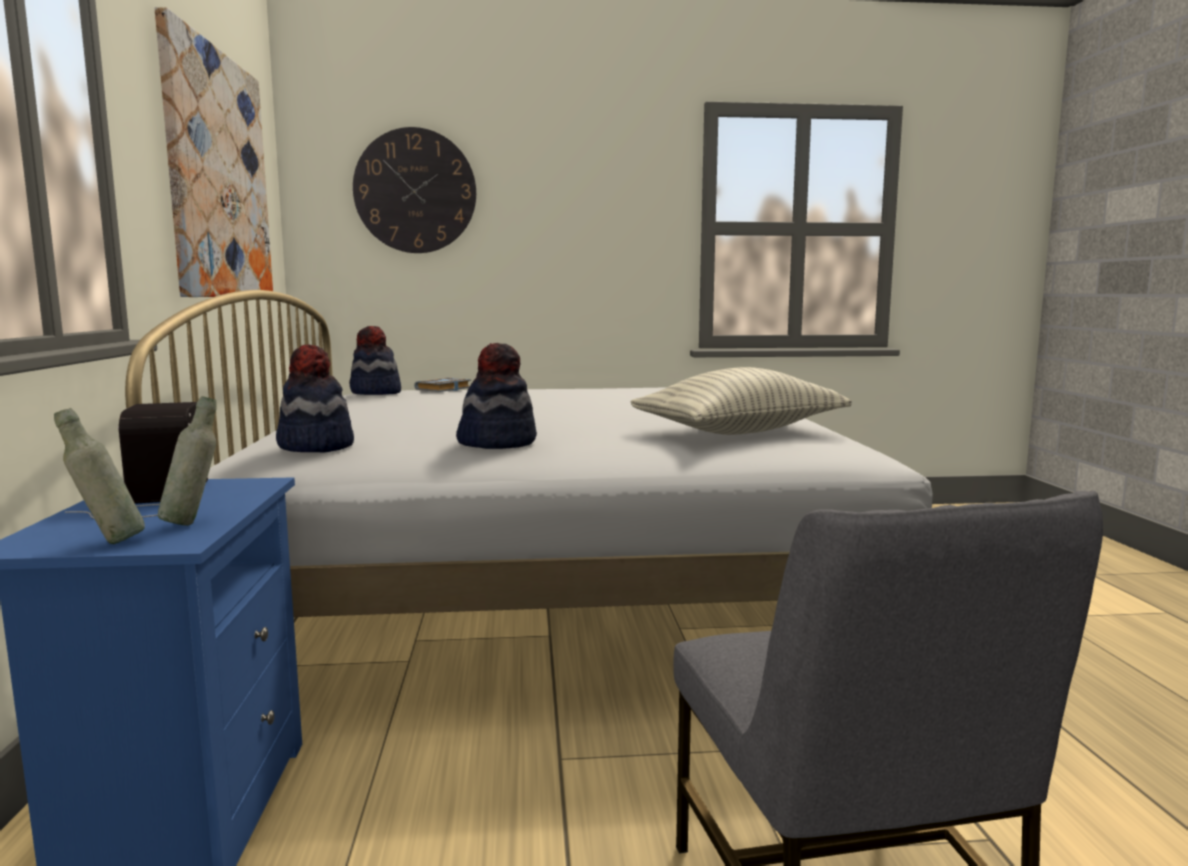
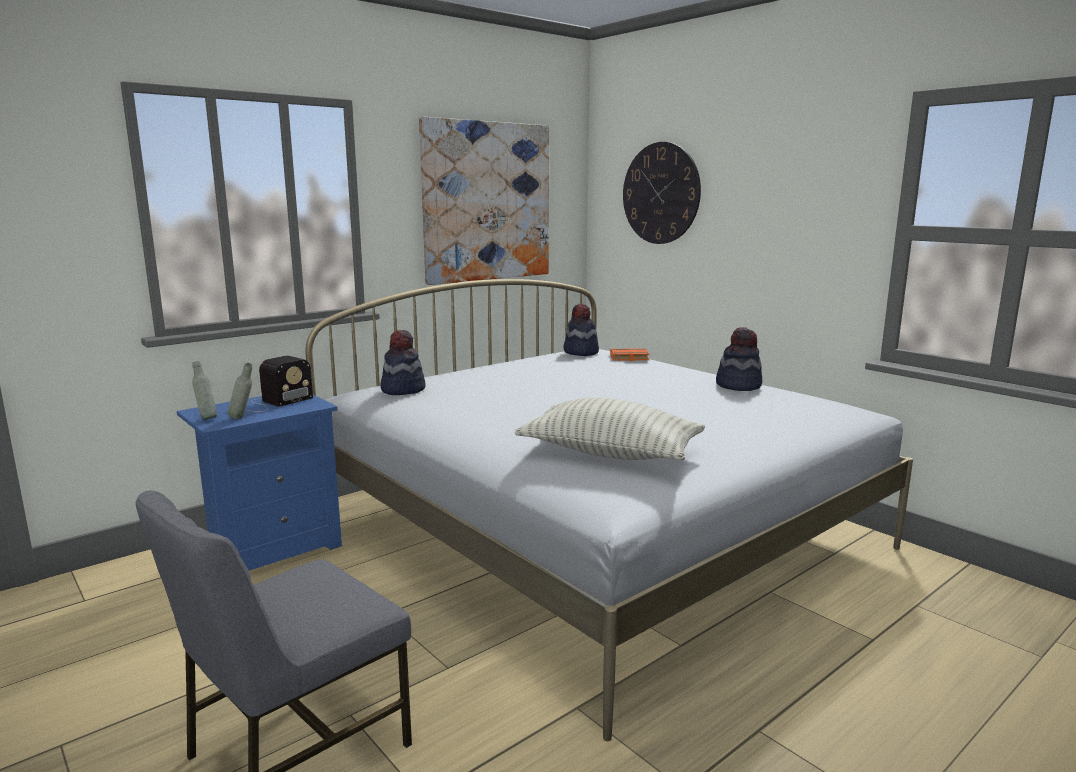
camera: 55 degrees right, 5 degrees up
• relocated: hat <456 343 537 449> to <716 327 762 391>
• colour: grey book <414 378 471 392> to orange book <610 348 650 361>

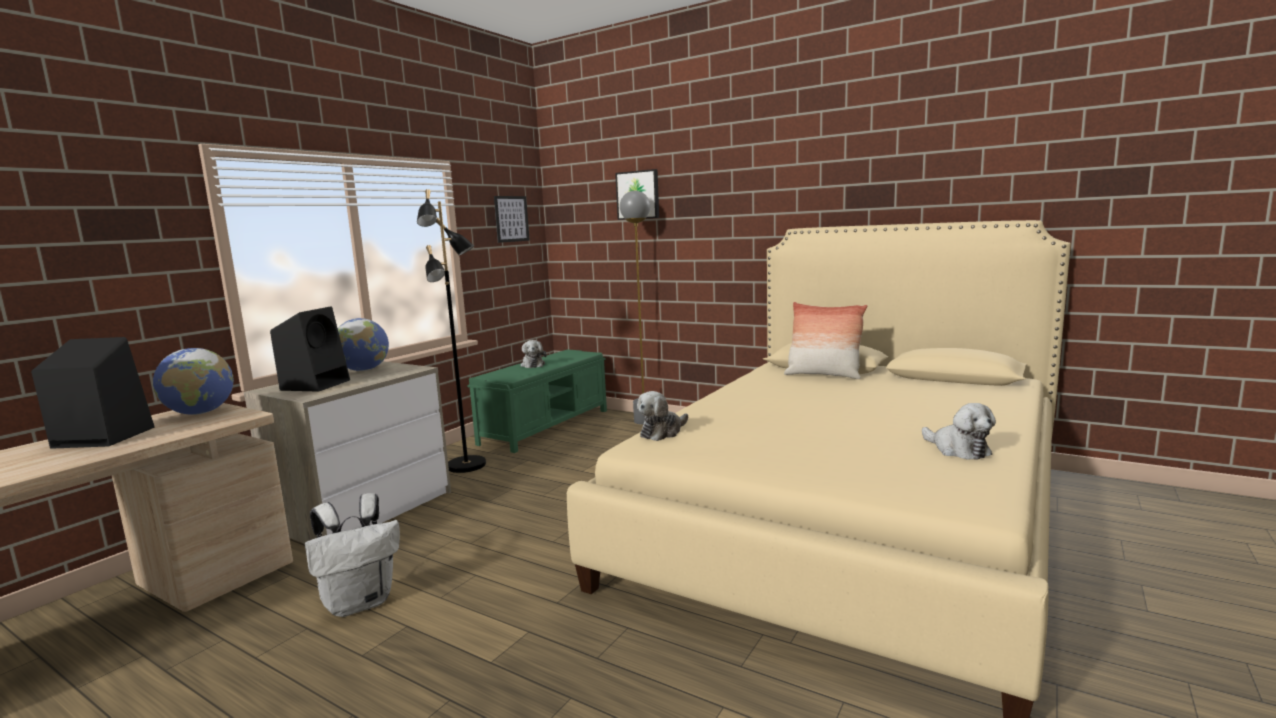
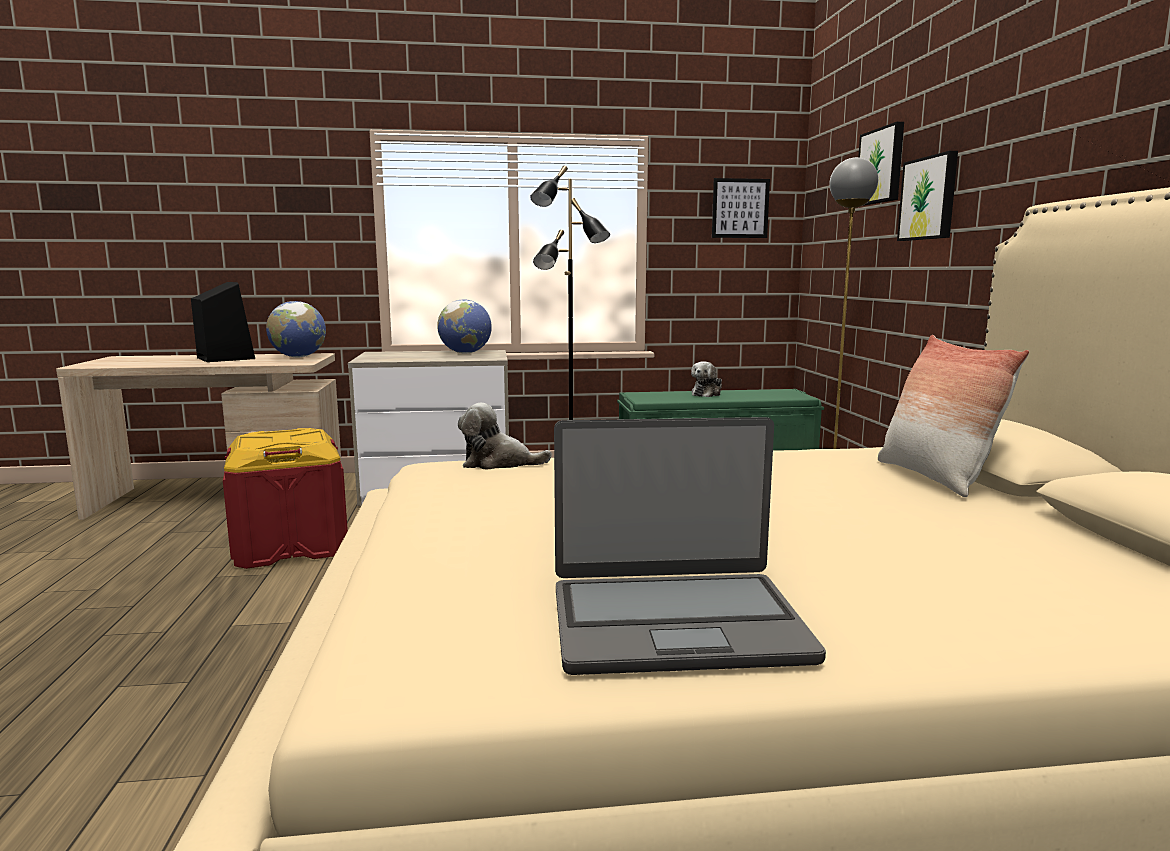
camera: 50 degrees right, 0 degrees up
• missing: black speaker <270 306 350 392>
• exchanged: plush toy <922 403 996 460> to laptop <554 417 826 675>
• exchanged: white backpack <305 493 400 617> to red storage box <223 428 348 569>
• appeared: picture <897 151 958 241>

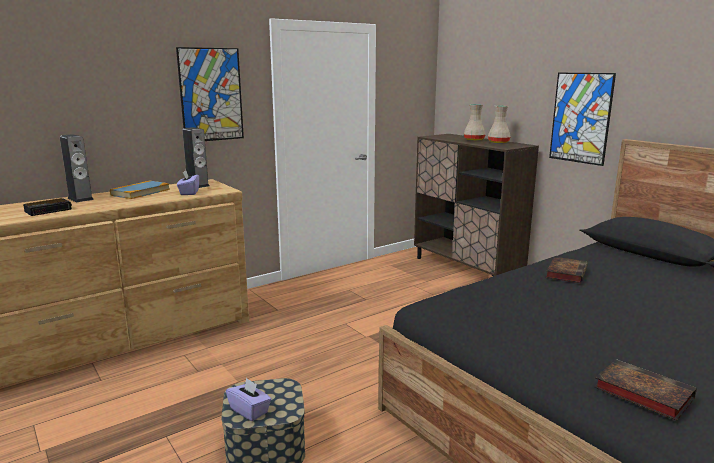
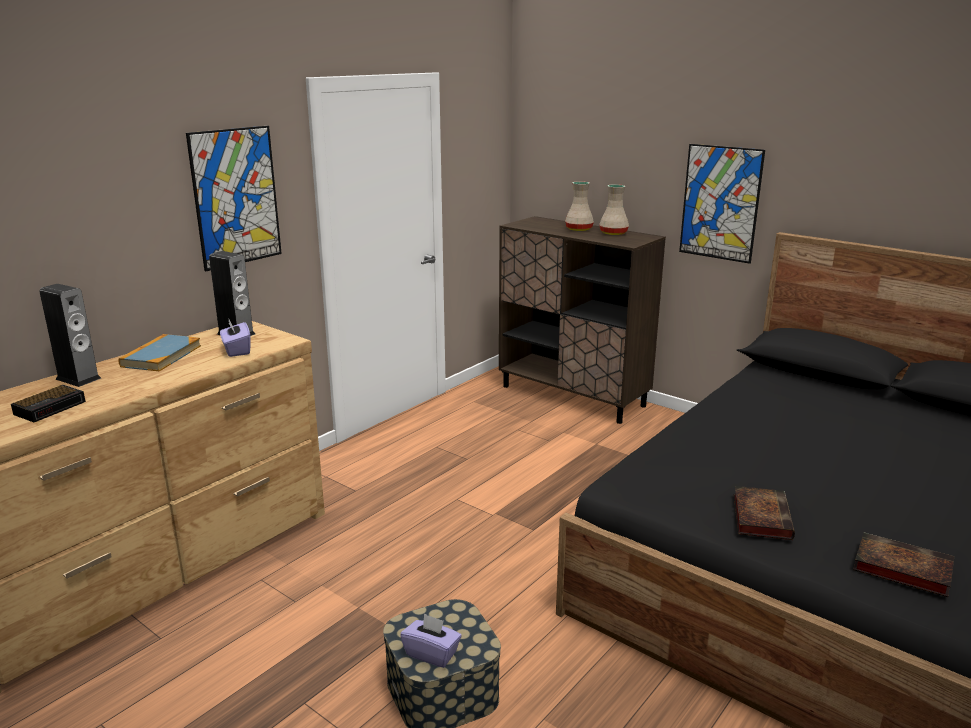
camera: 15 degrees left, 5 degrees up
• relocated: book <546 257 588 283> to <734 486 795 540>

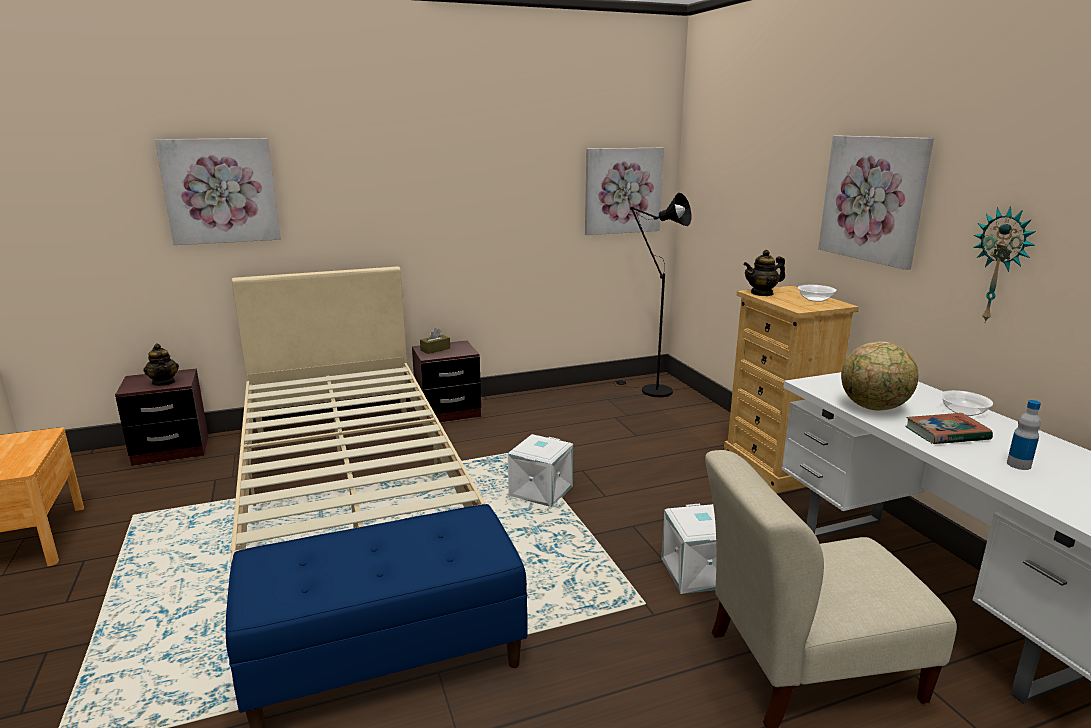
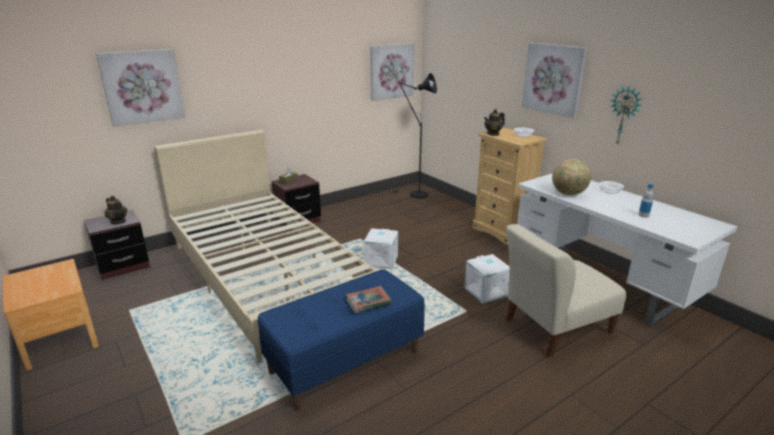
camera: 15 degrees left, 5 degrees up
• relocated: book <905 413 993 444> to <346 286 392 314>

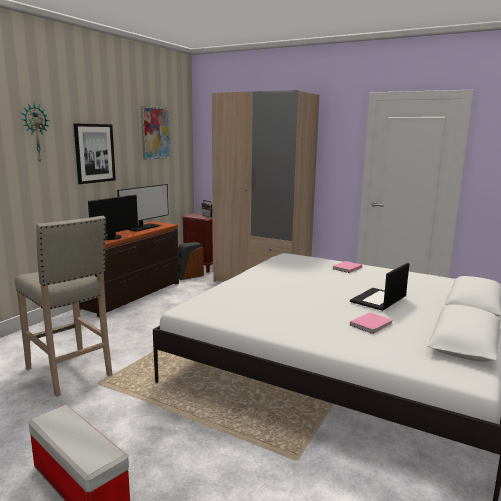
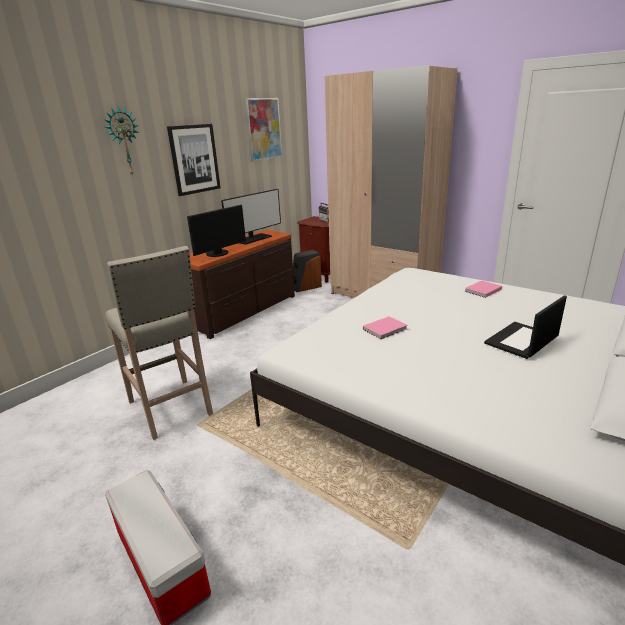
camera: 10 degrees right, 10 degrees up
• relocated: pink book <350 312 393 334> to <363 316 408 339>

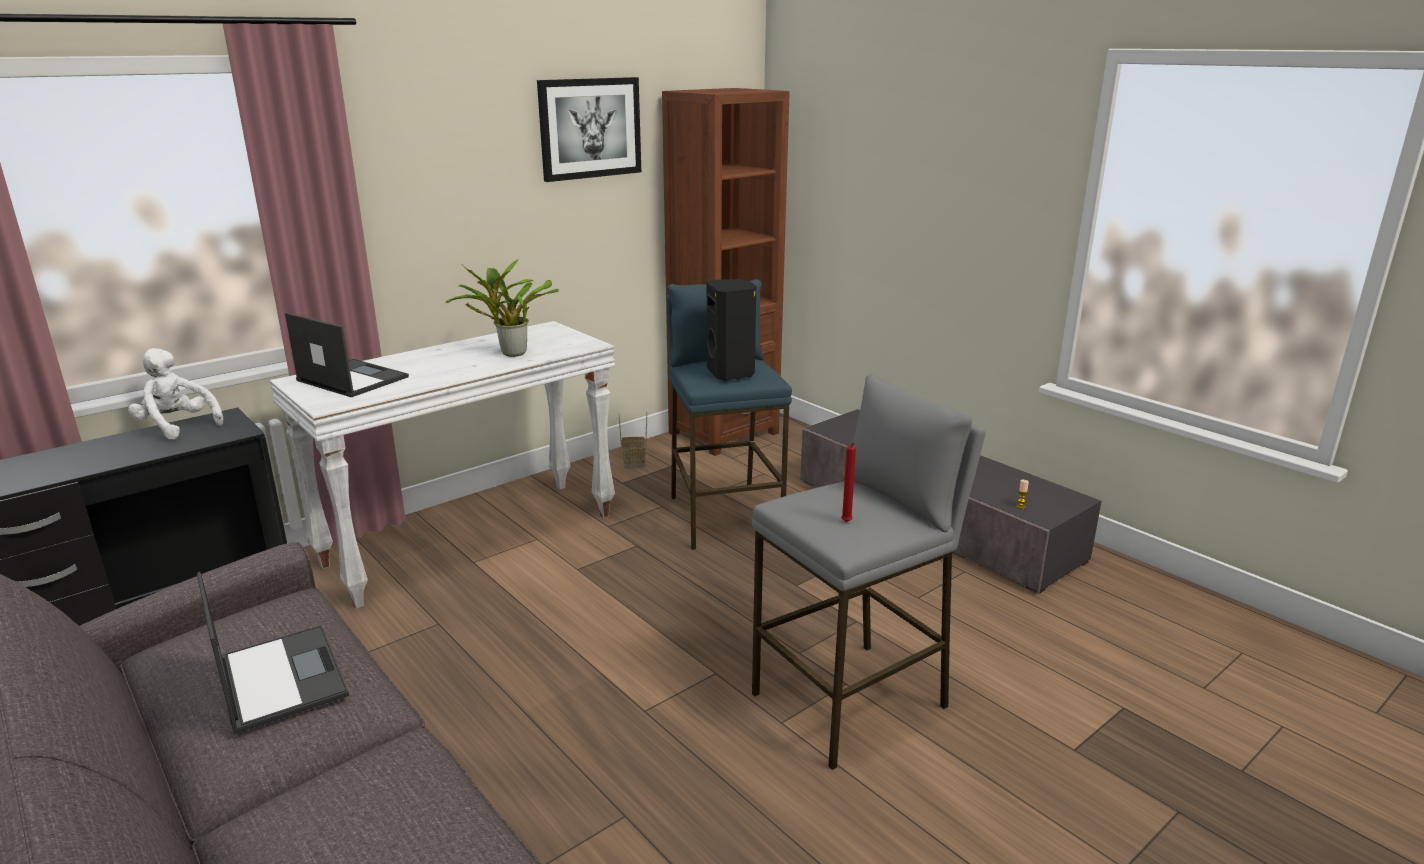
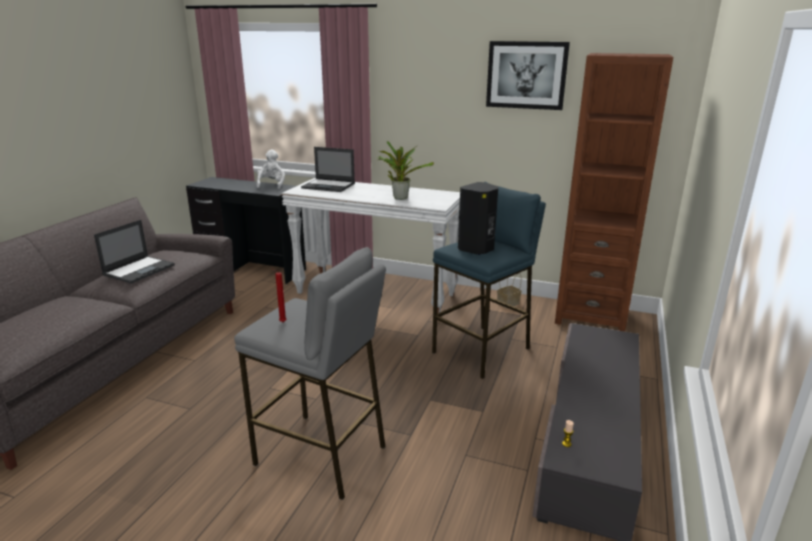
camera: 60 degrees right, 0 degrees up
• spun: laptop <285 312 409 397> = <301 147 355 192> 105 degrees clockwise

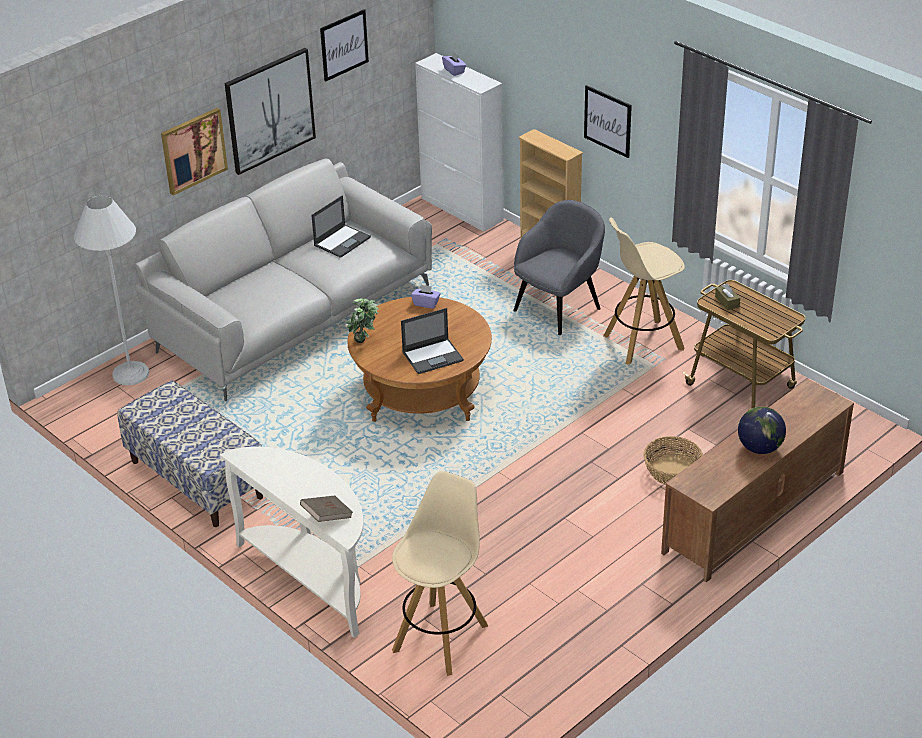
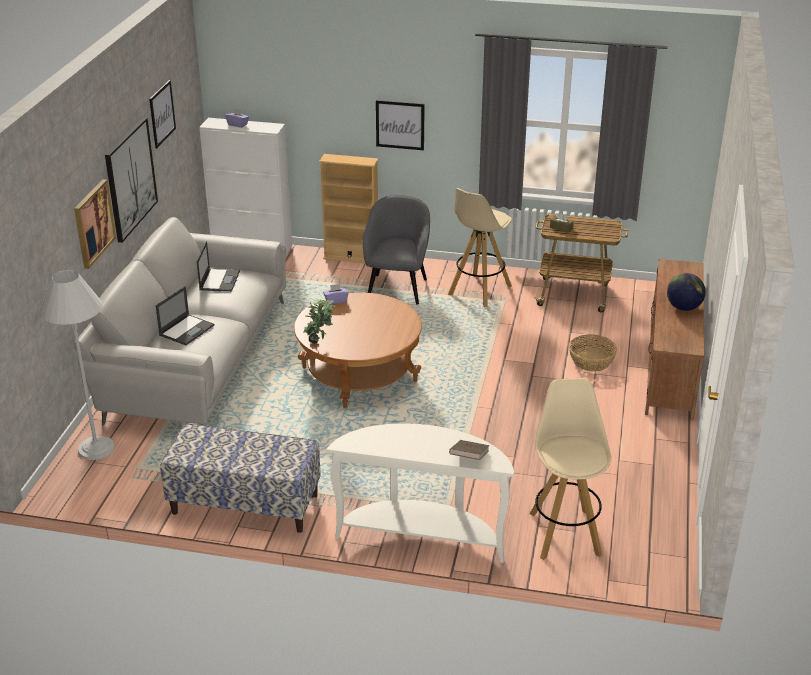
camera: 35 degrees left, 5 degrees down
• relocated: laptop <401 308 464 374> to <155 286 214 345>

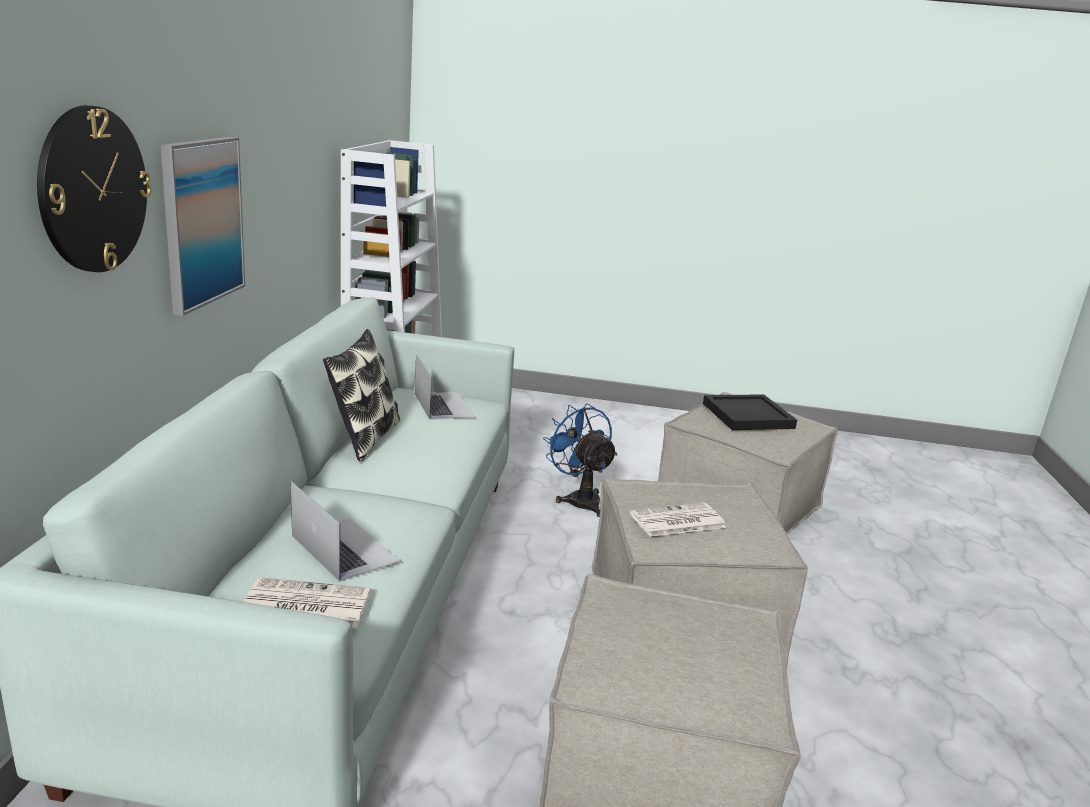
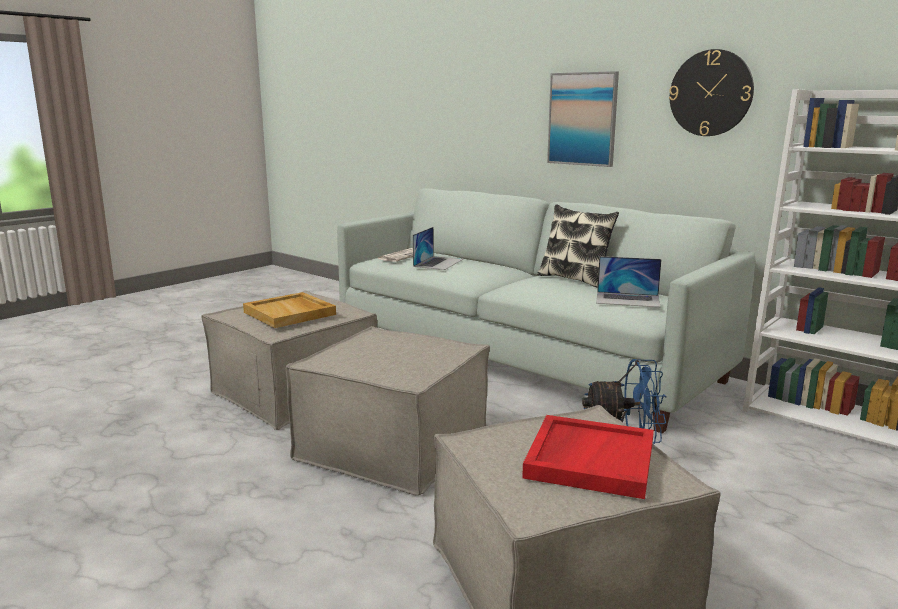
camera: 125 degrees right, 5 degrees down
• relocated: wall clock <37 105 151 272> to <669 49 754 136>
• colour: black tray <703 395 797 430> to red tray <522 415 654 499>
• spun: laptop <291 481 400 582> = <413 227 463 270> 60 degrees counterclockwise
• missing: newspaper <630 503 726 537>
• appeared: beige tray <243 292 336 328>

